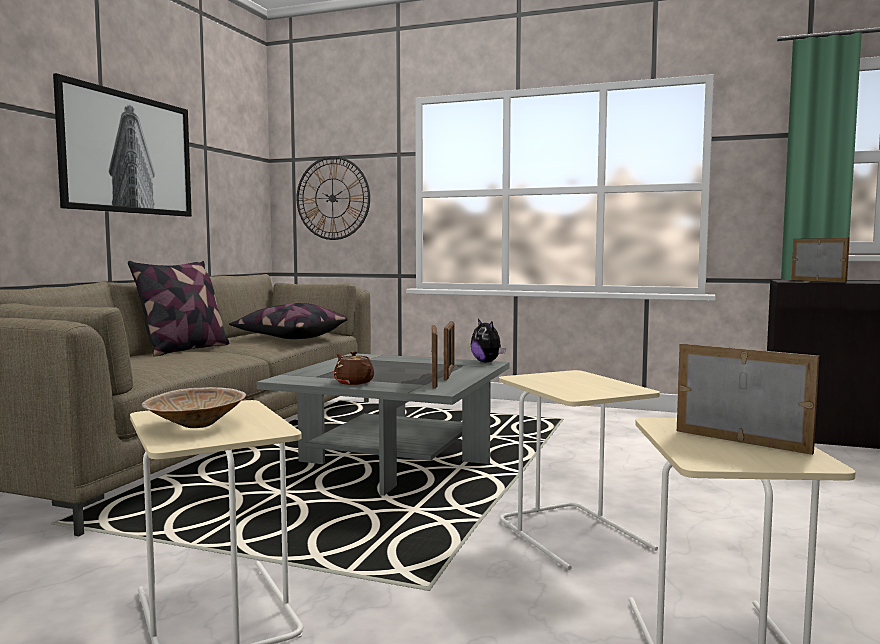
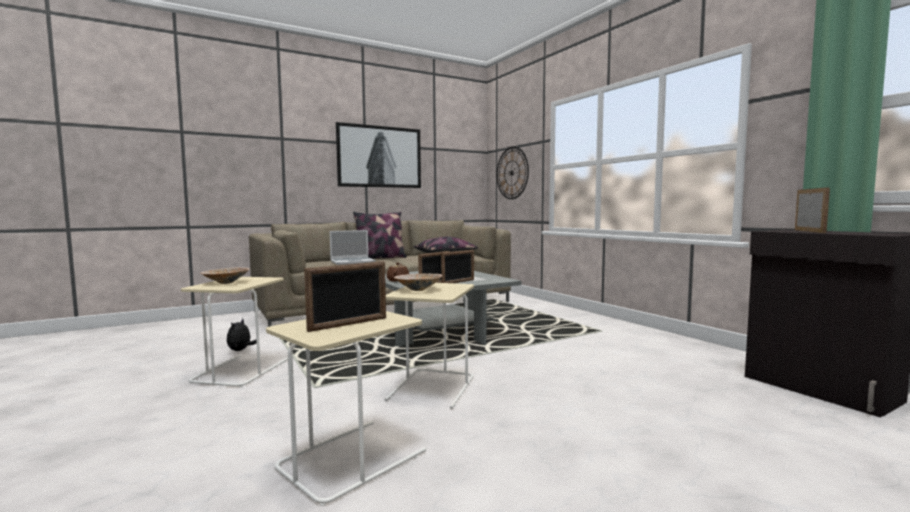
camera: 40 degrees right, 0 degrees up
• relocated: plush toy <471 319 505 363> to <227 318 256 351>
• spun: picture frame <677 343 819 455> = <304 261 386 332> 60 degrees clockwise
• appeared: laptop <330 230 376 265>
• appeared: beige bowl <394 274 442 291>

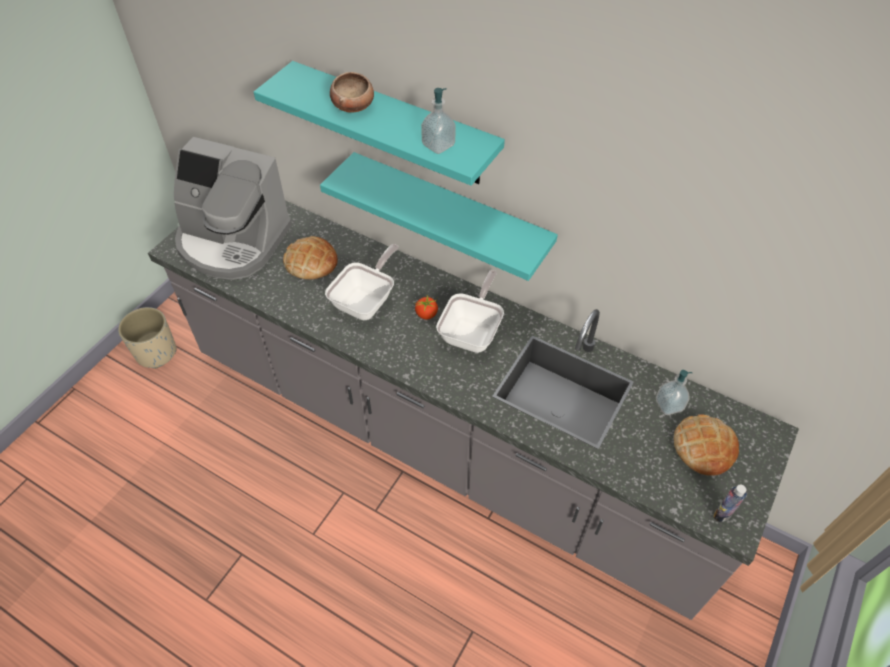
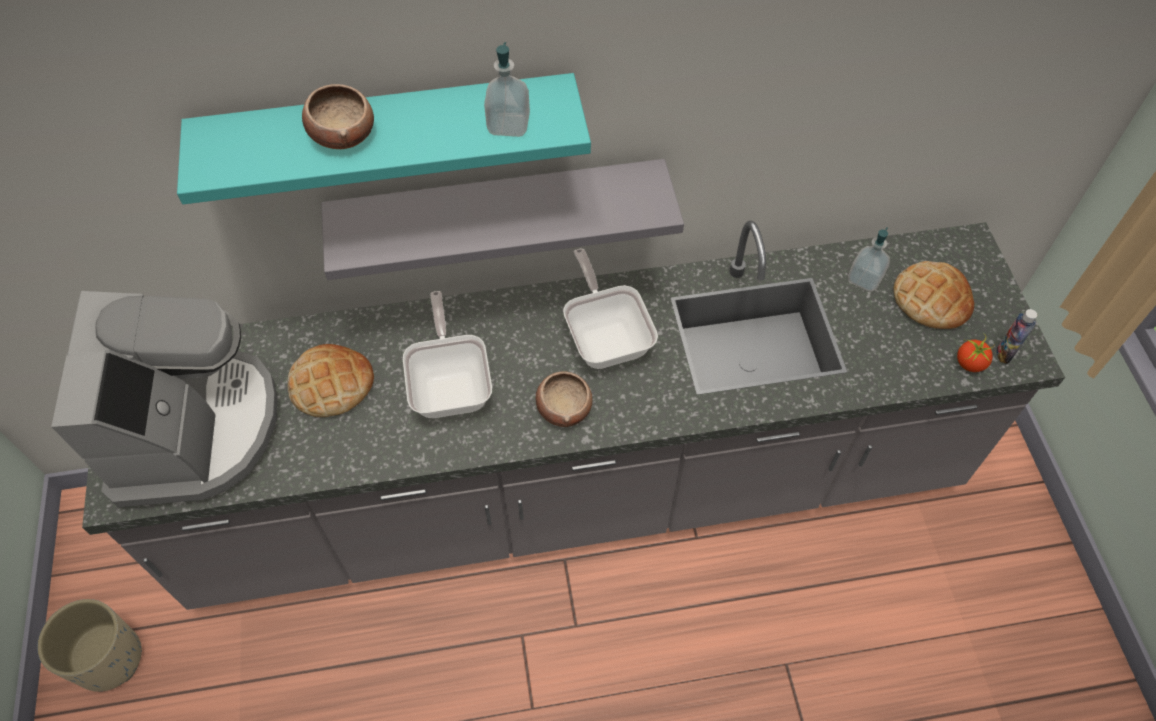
camera: 40 degrees left, 5 degrees up
• spun: coffee machine <174 137 292 280> = <51 291 278 508> 75 degrees counterclockwise
• colour: turquoise shelf <320 152 558 281> to grey shelf <321 159 684 280>
• relocated: tomato <415 294 438 320> to <957 334 997 372>
• appeared: bowl <536 371 592 427>

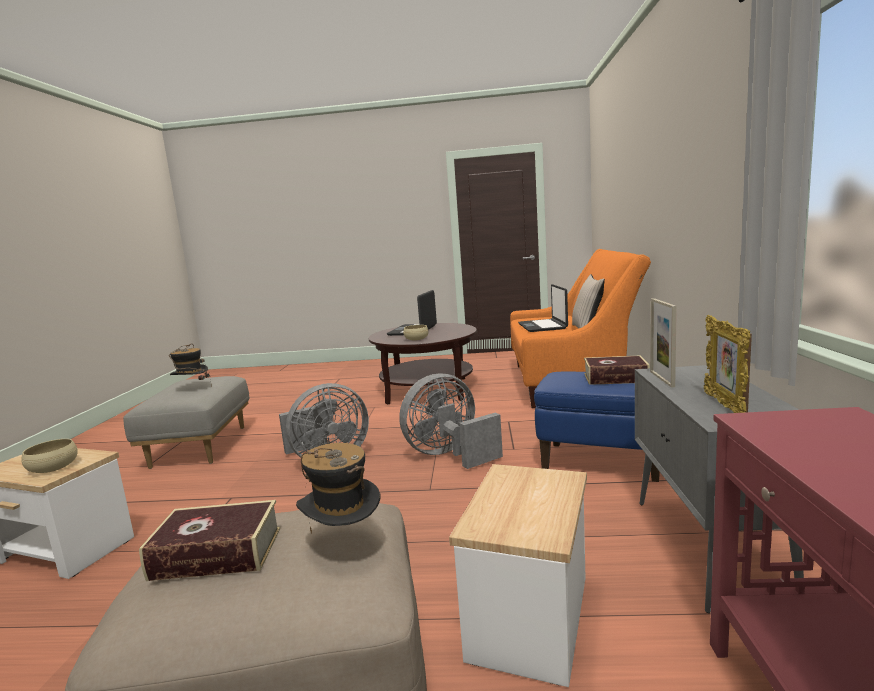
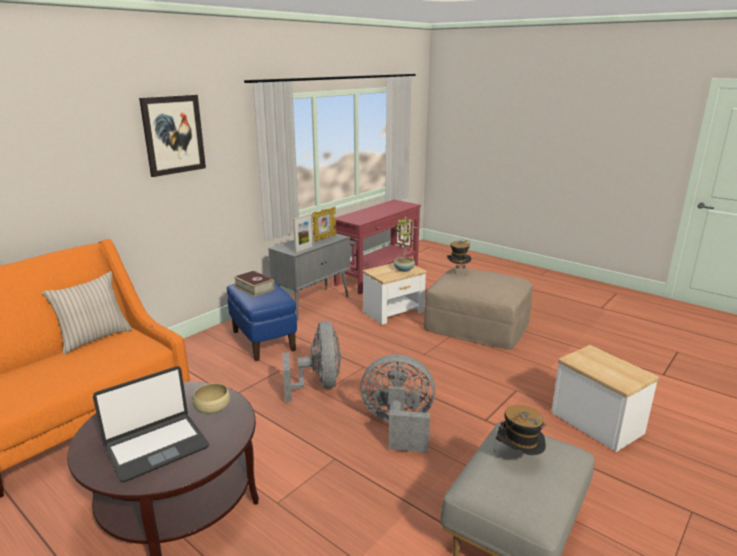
camera: 145 degrees left, 10 degrees up
• missing: laptop <518 284 568 332>
• spun: grey fan <399 373 503 469> = <283 321 341 402> 105 degrees counterclockwise
• missing: beige bowl <21 439 78 473>
• missing: book <139 500 280 581>
• appeared: picture <139 95 206 177>
• appeared: potted plant <394 218 420 272>

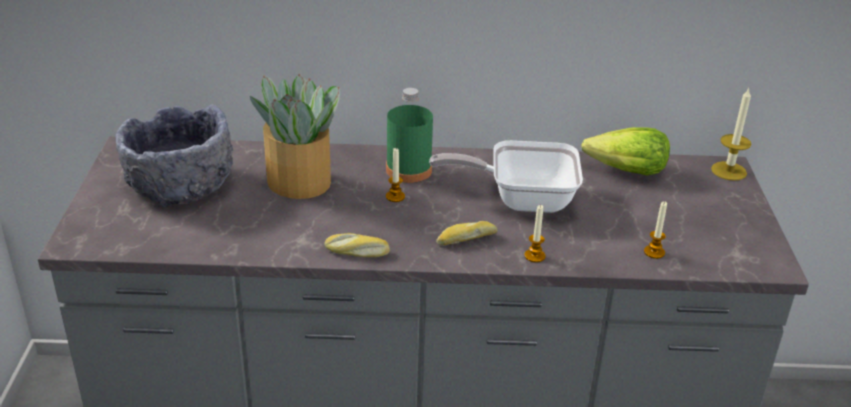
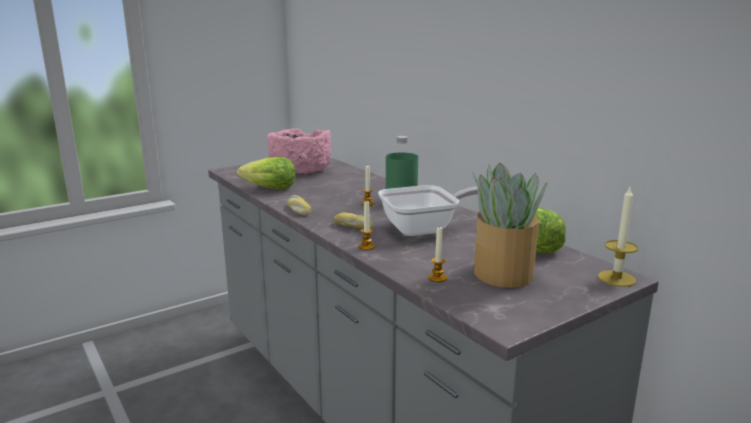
camera: 55 degrees right, 15 degrees down
• relocated: potted plant <250 74 340 199> to <473 163 548 288>
• colour: grey bowl <115 105 233 207> to pink bowl <267 128 331 174>
• spun: frying pan <429 140 583 213> = <378 185 478 236> 105 degrees clockwise
• appeared: lettuce <237 157 296 190>

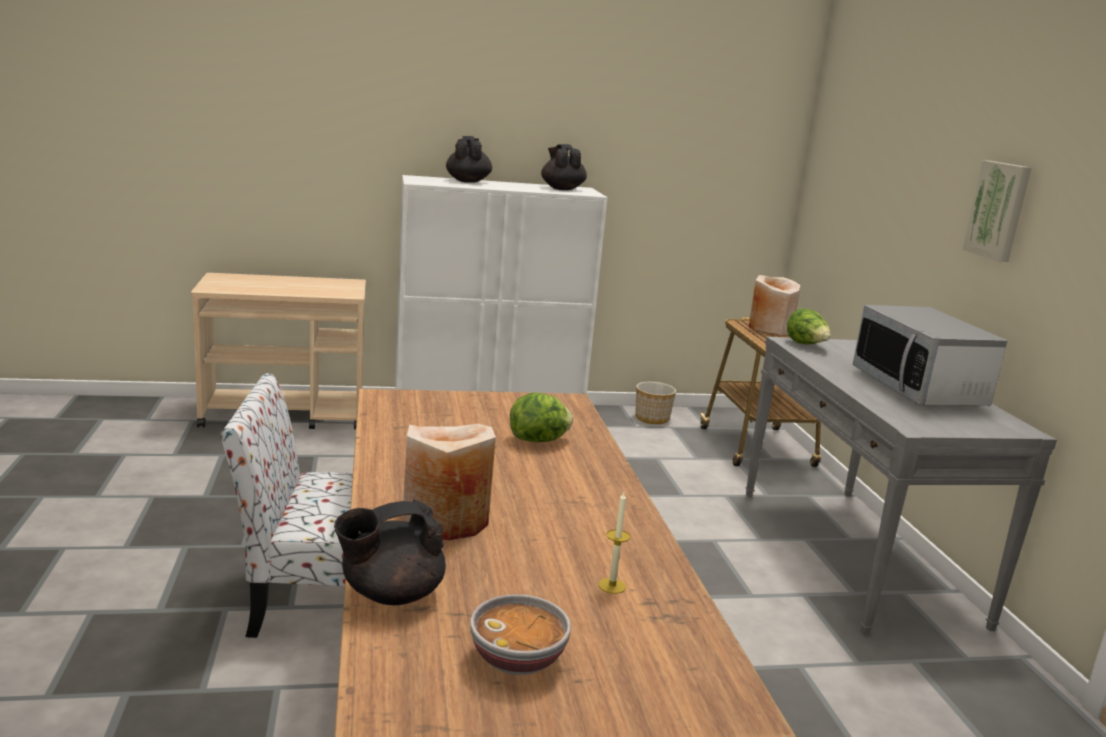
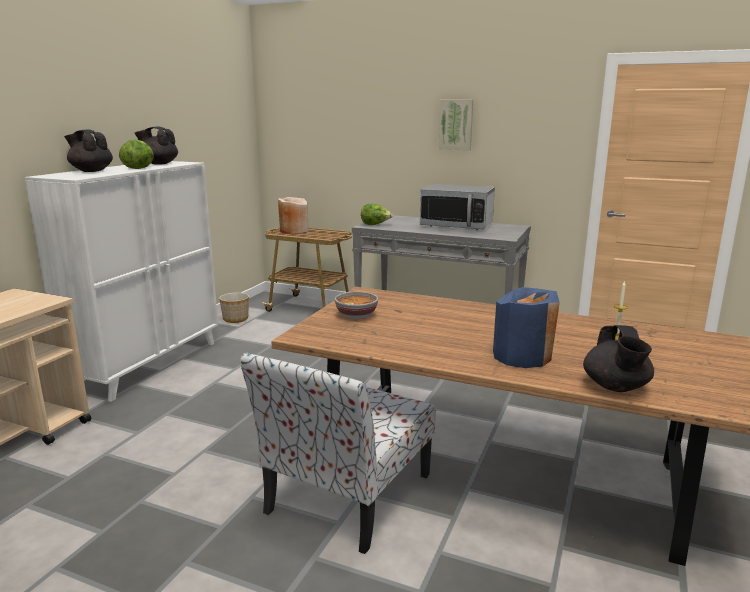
camera: 55 degrees left, 0 degrees up
• relocated: lettuce <510 392 573 442> to <119 139 154 169>
• colour: beige vase <403 424 496 540> to blue vase <493 287 560 368>
• relocated: bowl <470 594 571 675> to <335 291 378 319>

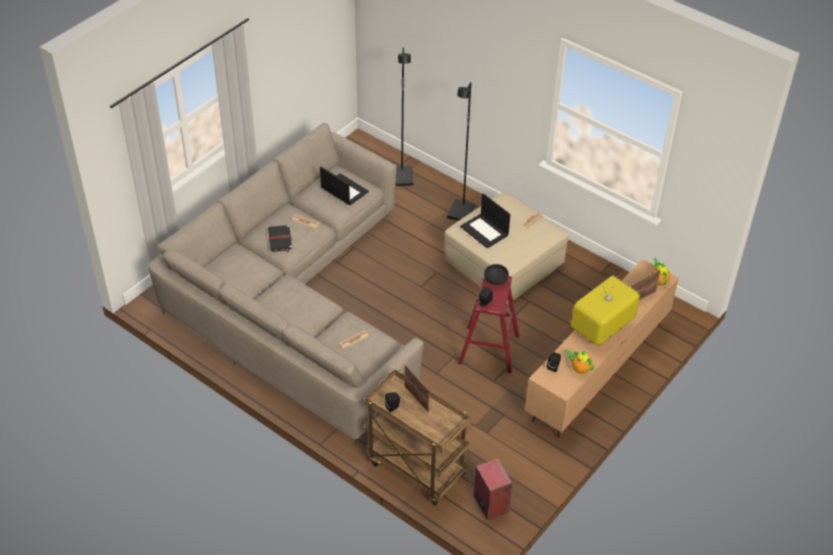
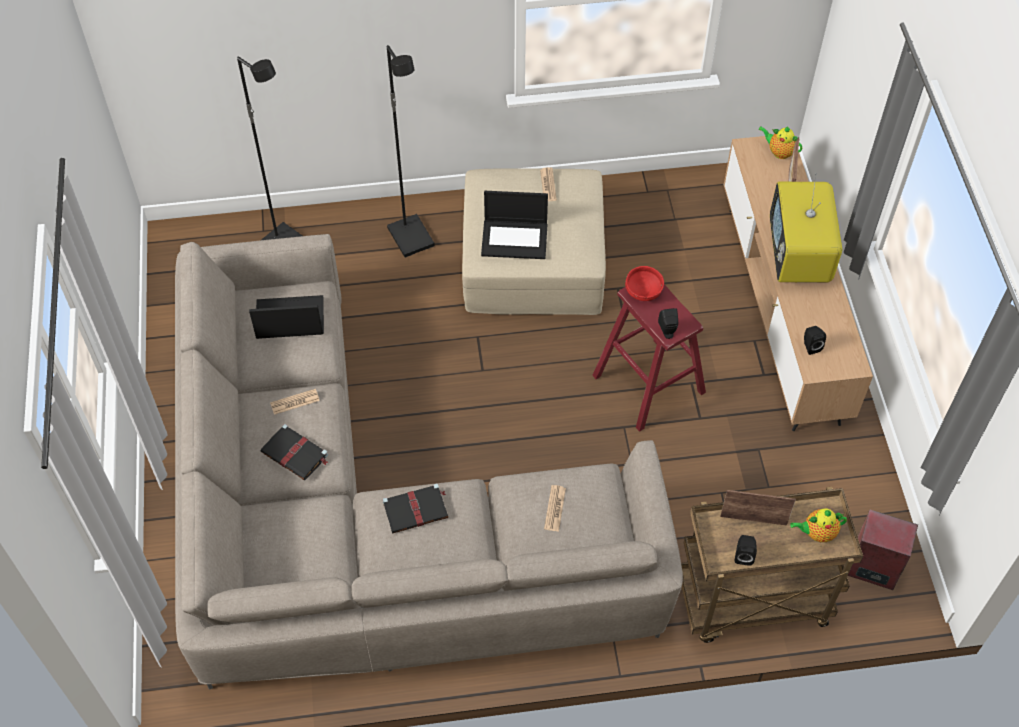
camera: 45 degrees left, 10 degrees up
• colour: black bowl <484 264 509 285> to red bowl <625 266 664 301>
• relocated: teapot <565 349 594 374> to <790 508 847 542>
• appeared: black book <382 484 448 534>

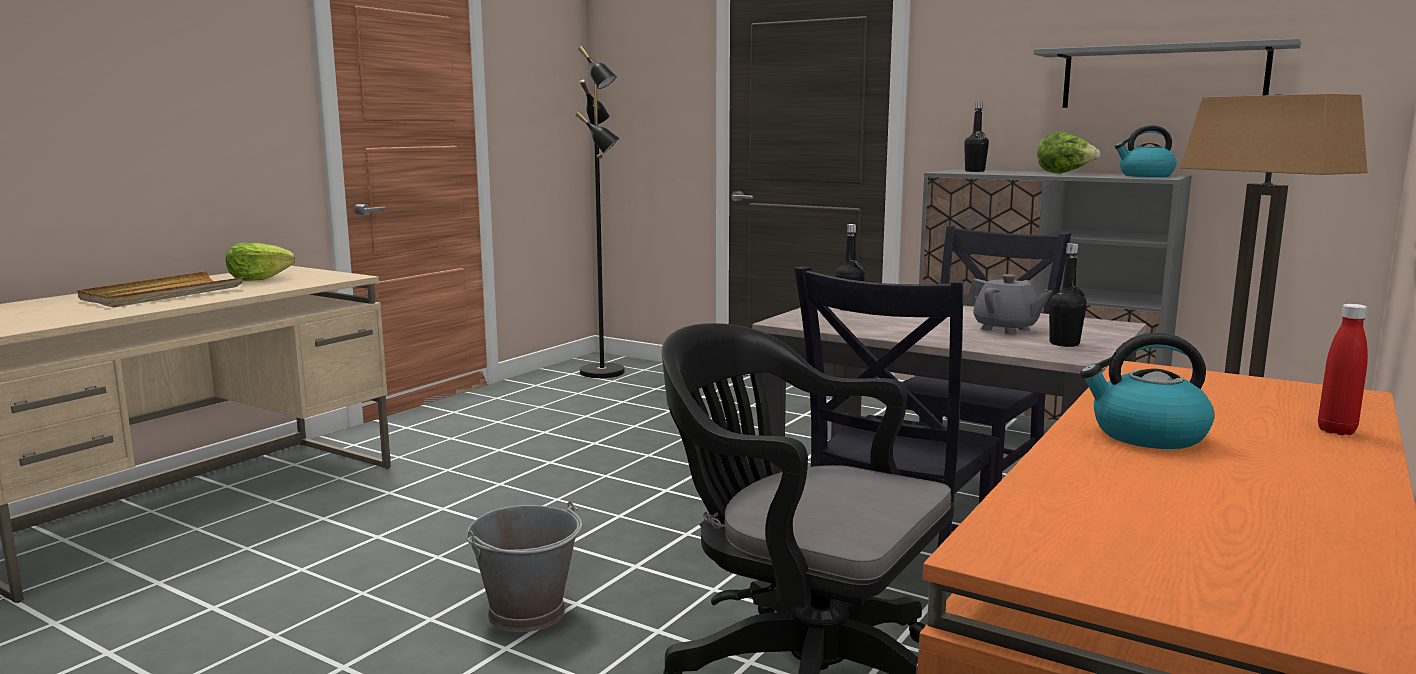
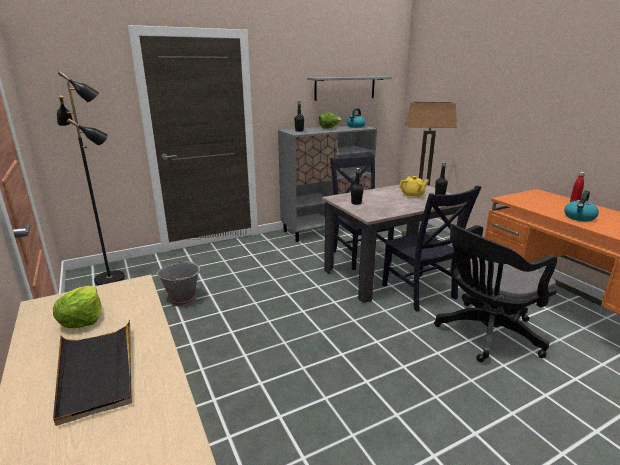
camera: 60 degrees left, 10 degrees up
• colour: beige tray <77 271 243 307> to black tray <53 320 132 426>
• colour: grey teapot <967 274 1052 334> to yellow teapot <399 176 429 198>
• relocated: grey bucket <467 501 583 632> to <157 259 200 306>

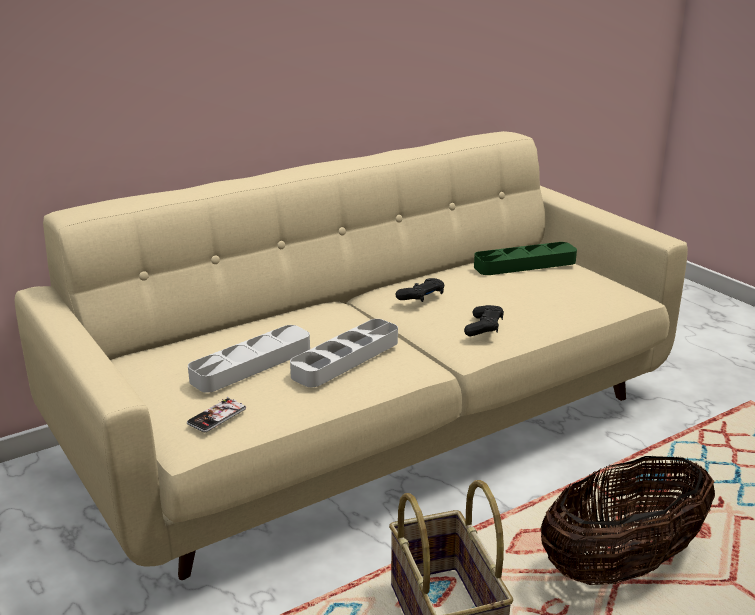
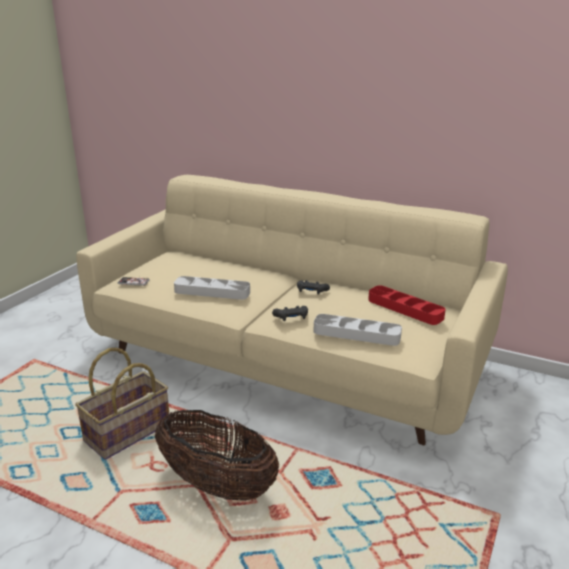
camera: 60 degrees right, 0 degrees up
• colour: green tray <474 242 577 275> to red tray <368 286 446 325>
• relocated: grey tray <188 325 310 393> to <314 314 402 346>

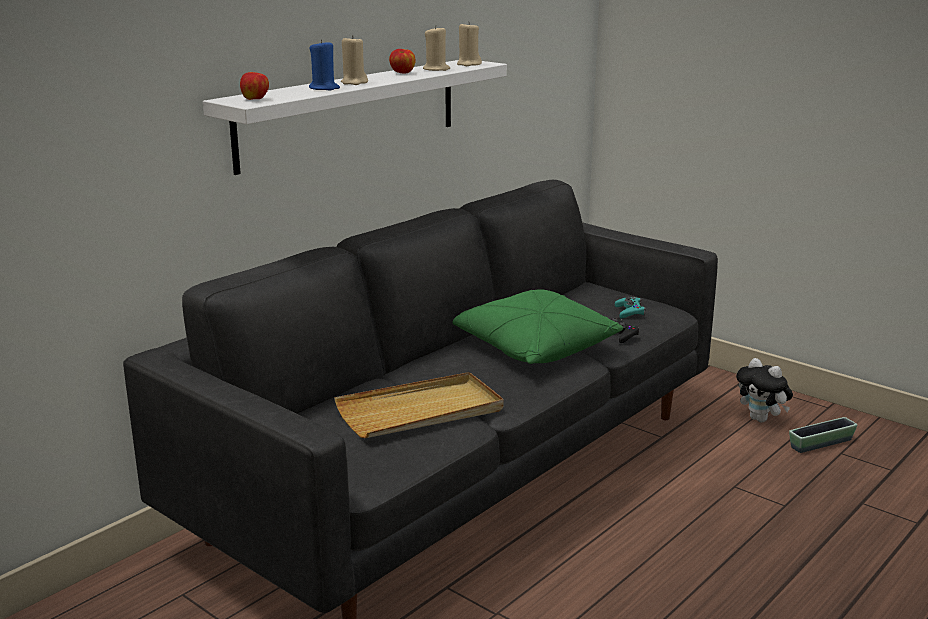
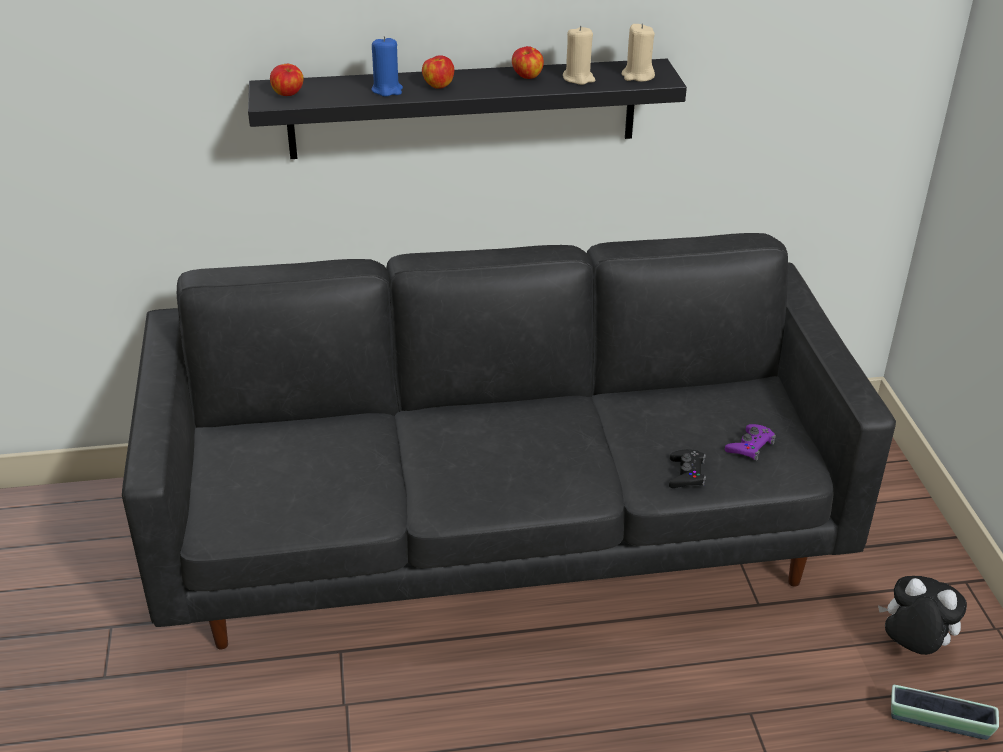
camera: 40 degrees right, 15 degrees up
• exchanged: beige candle <341 35 368 85> to apple <422 55 454 89>
• colour: white shelf <203 60 507 175> to black shelf <248 59 687 159>
• missing: green pillow <452 289 623 364>
• colour: turquoise game controller <615 297 646 318> to purple game controller <725 424 776 461>
• spun: plush toy <736 358 793 422> = <878 576 967 655> 120 degrees clockwise
• missing: beige tray <334 372 504 438>

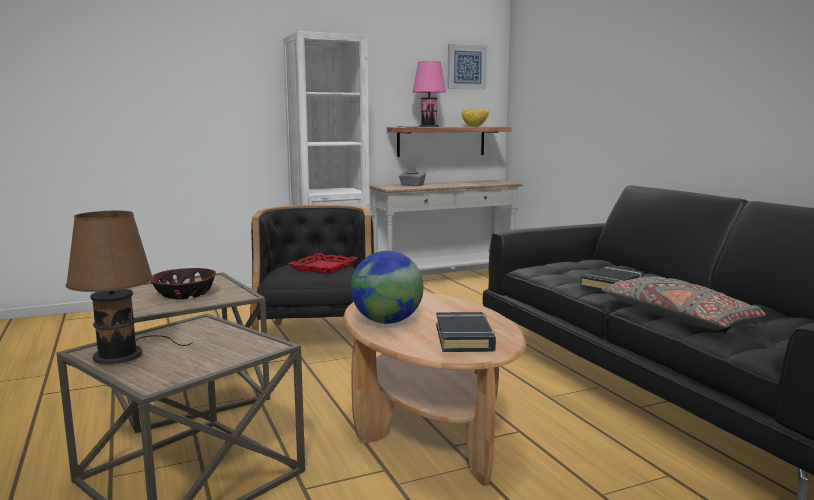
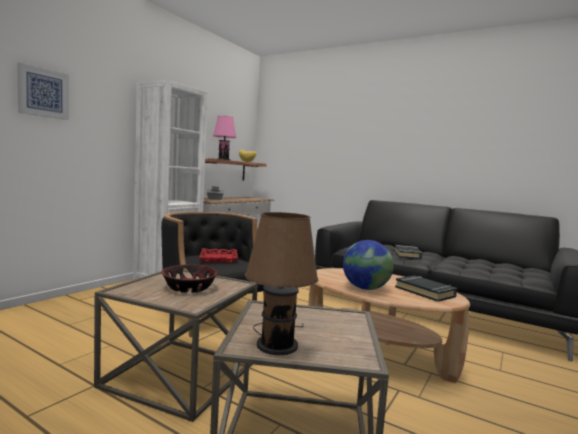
camera: 35 degrees left, 5 degrees down
• relocated: picture <447 44 487 90> to <17 63 69 120>
• missing: grey pillow <602 276 766 330>

